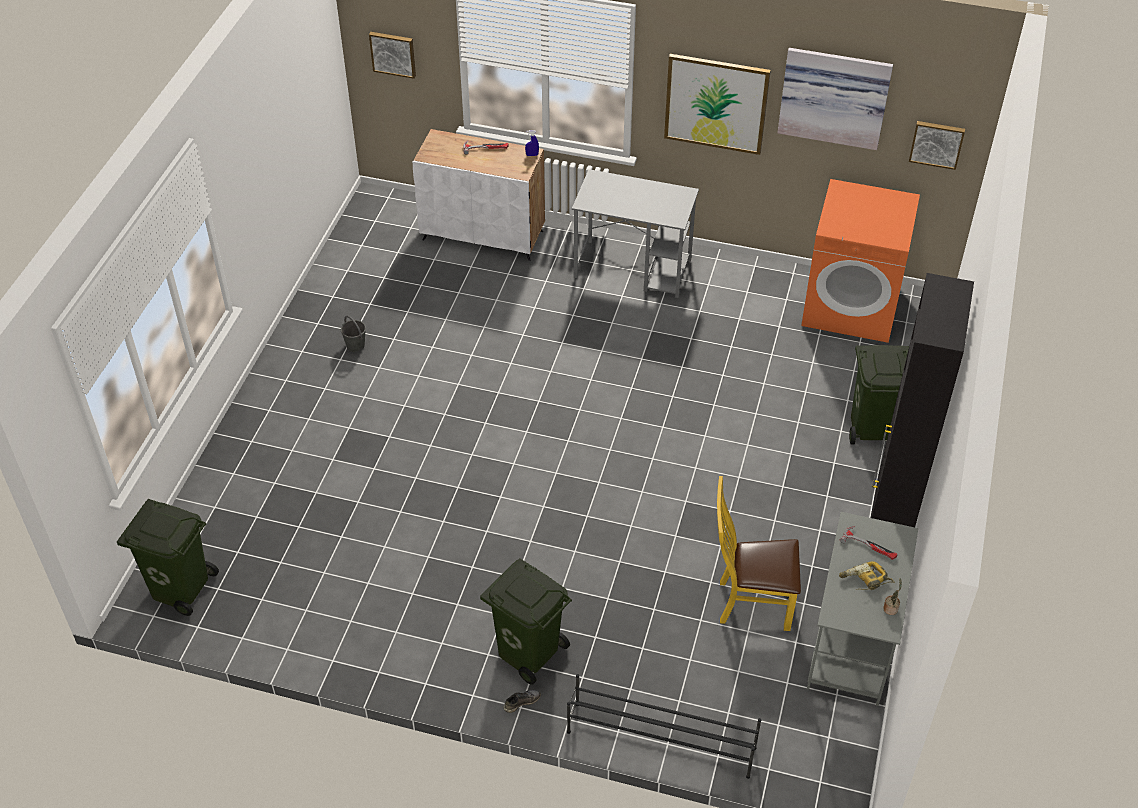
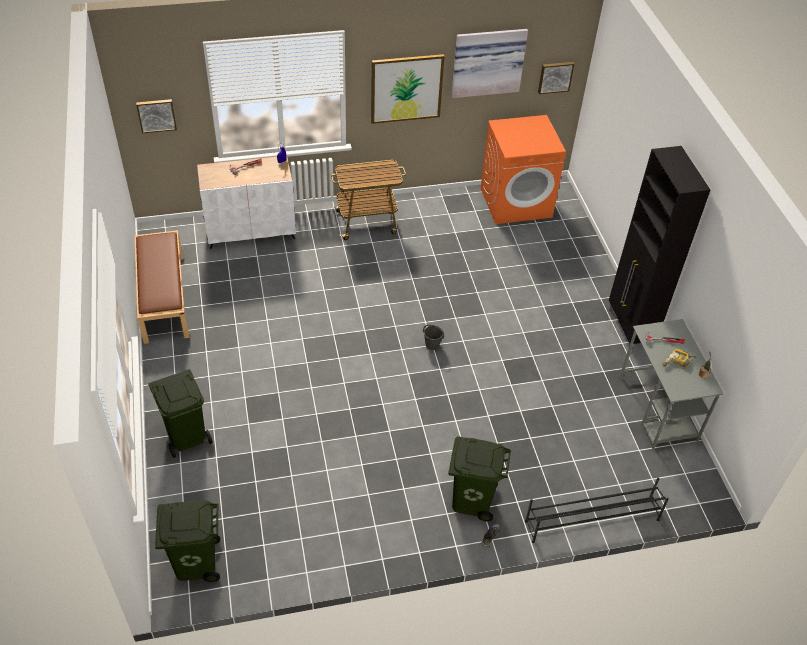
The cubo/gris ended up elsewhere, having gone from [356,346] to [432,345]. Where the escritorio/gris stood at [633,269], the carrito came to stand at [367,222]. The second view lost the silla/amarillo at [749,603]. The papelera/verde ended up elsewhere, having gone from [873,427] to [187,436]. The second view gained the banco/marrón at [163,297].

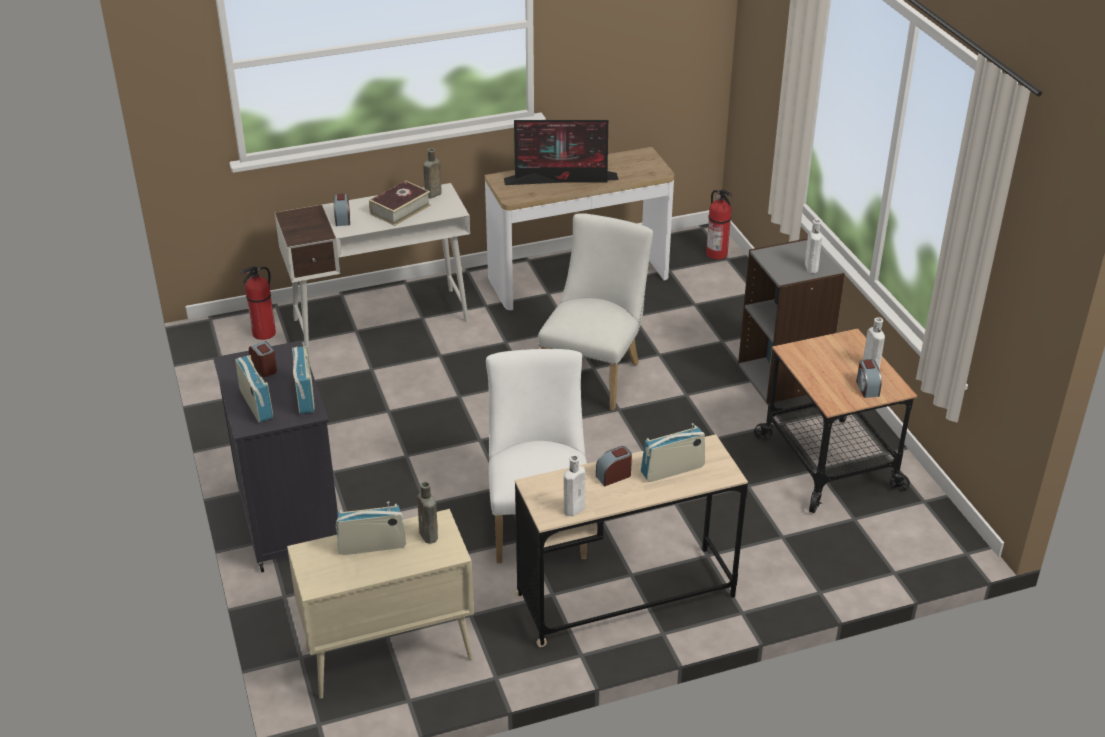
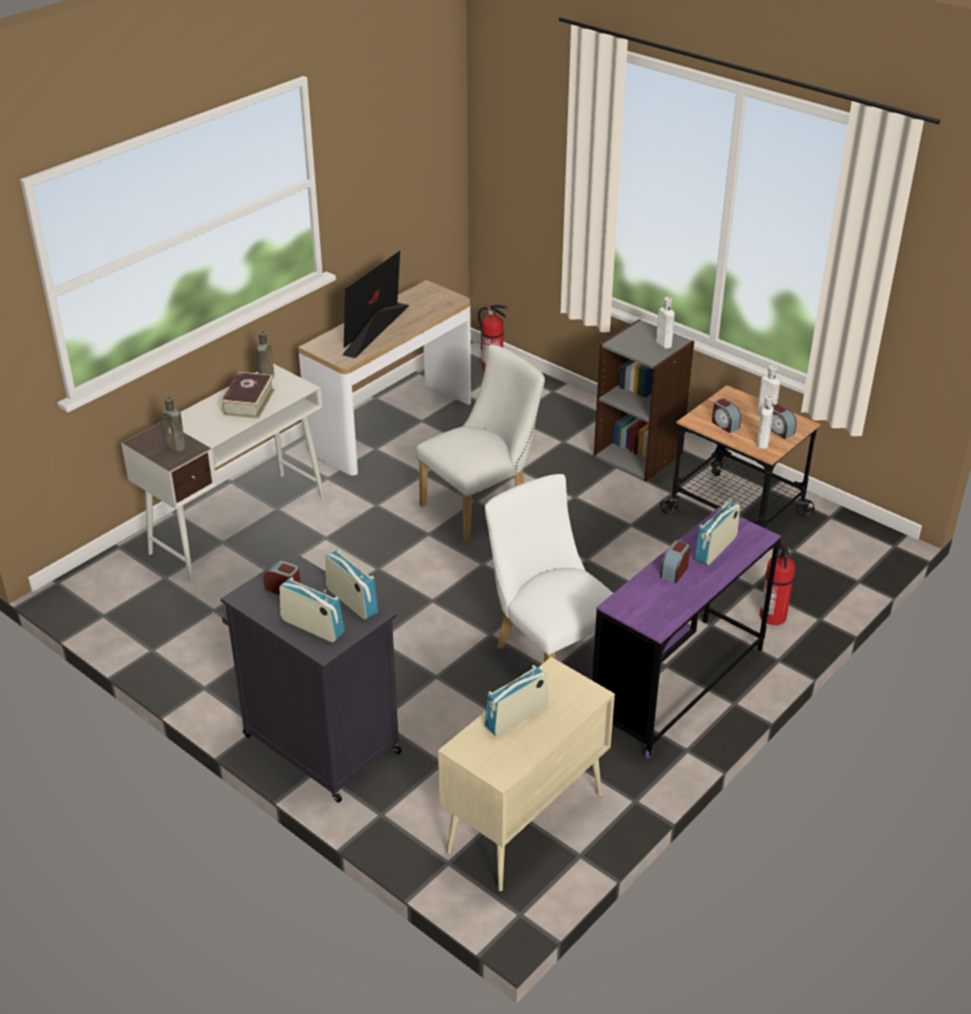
The extintor ended up elsewhere, having gone from [263,333] to [773,617]. The despertador ended up elsewhere, having gone from [342,219] to [724,425]. The botella/marrón ended up elsewhere, having gone from [429,536] to [177,447]. The monitor at [563,179] ended up facing another way, 150 degrees clockwise from before. What was the escritorio/beis at [625,596] turned into the escritorio/morado at [678,685]. The silla/blanco at [595,374] ended up facing another way, 60 degrees clockwise from before. The botella/blanco ended up elsewhere, having gone from [575,508] to [762,442].

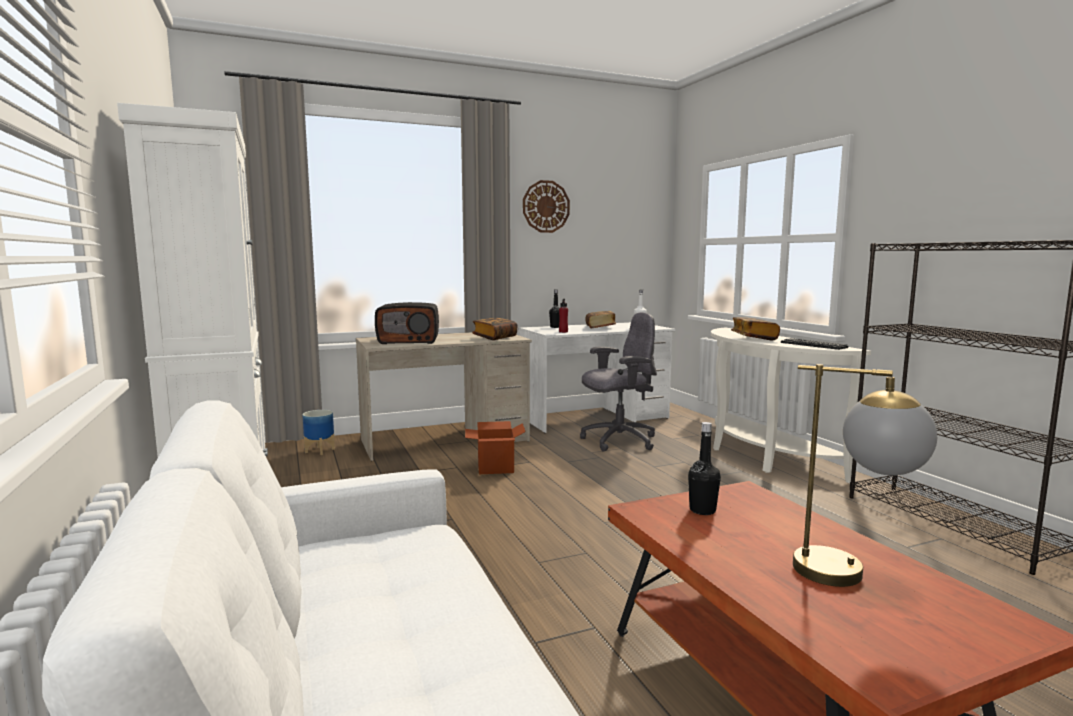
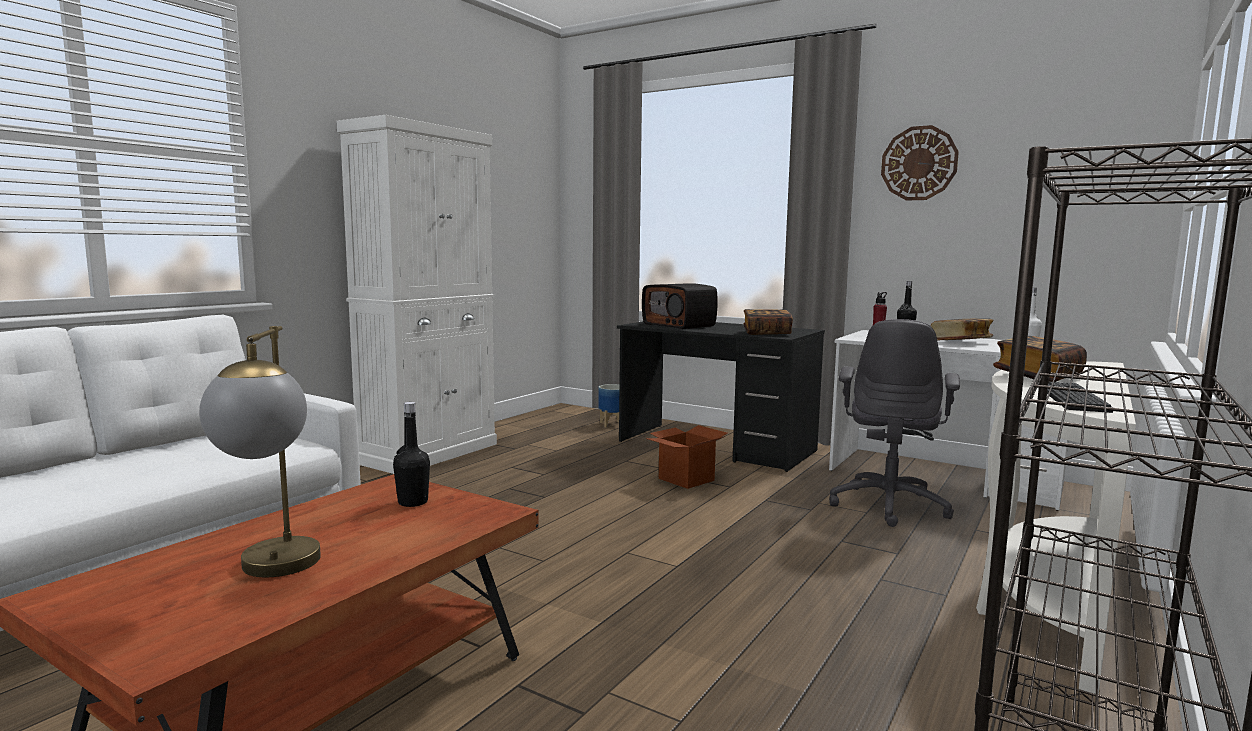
What was the escritorio/beis at [445,441] turned into the escritorio/negro at [716,446]. The silla de oficina/gris at [618,441] ended up facing another way, 75 degrees clockwise from before.

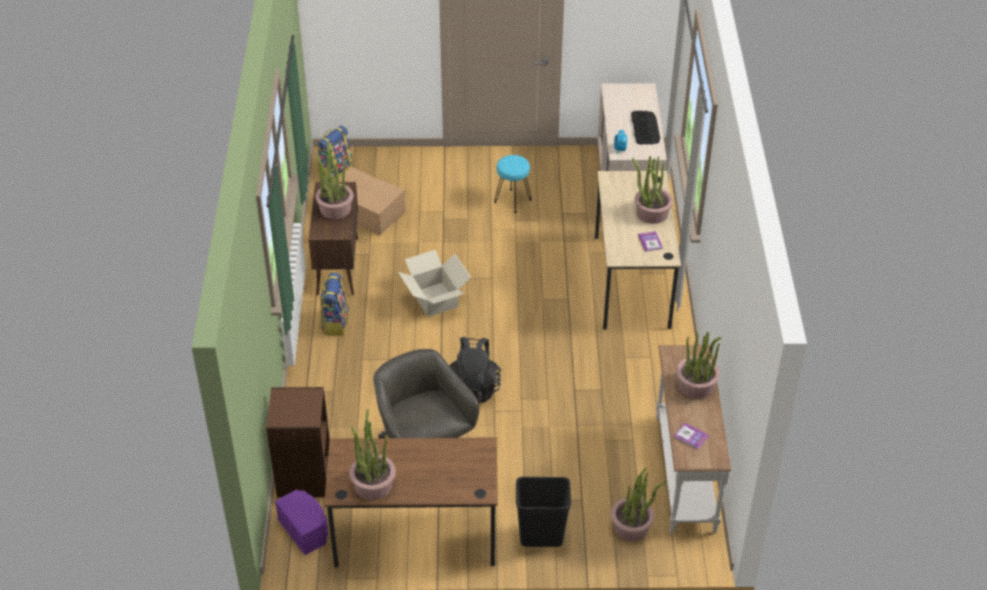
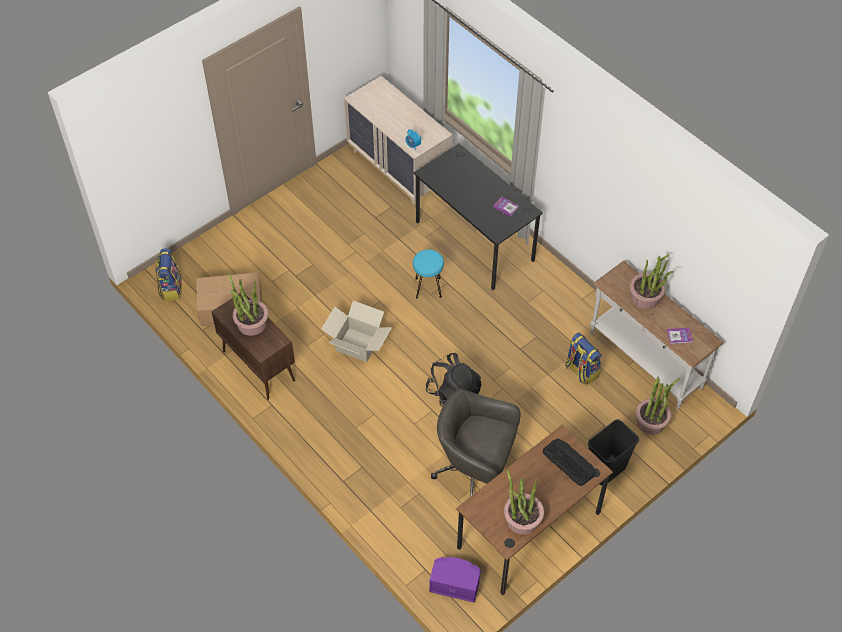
The second view lost the estantería/marrón at [303,476]. The mochila ended up elsewhere, having gone from [335,323] to [581,371]. The taburete/turquesa ended up elsewhere, having gone from [512,200] to [427,287]. What was the escritorio/beis at [631,281] turned into the escritorio/negro at [474,241]. The teclado ended up elsewhere, having gone from [645,128] to [569,462]. The second view lost the planta en maceta at [651,213].

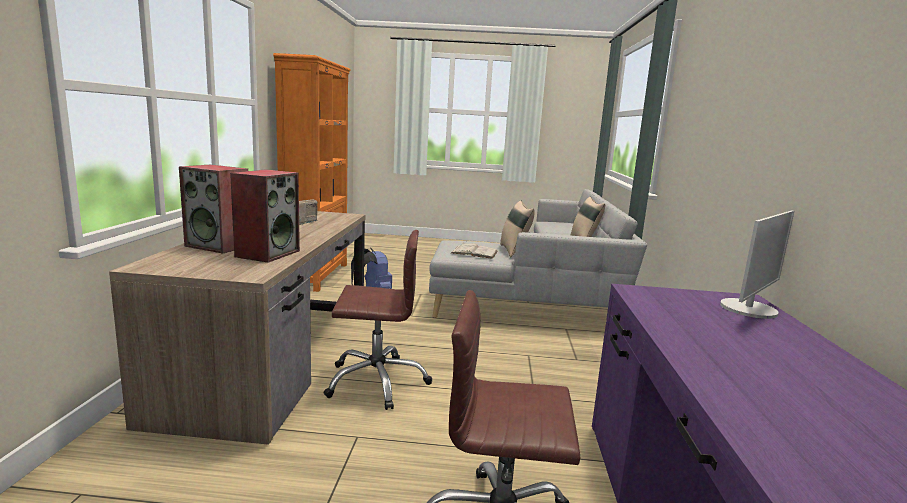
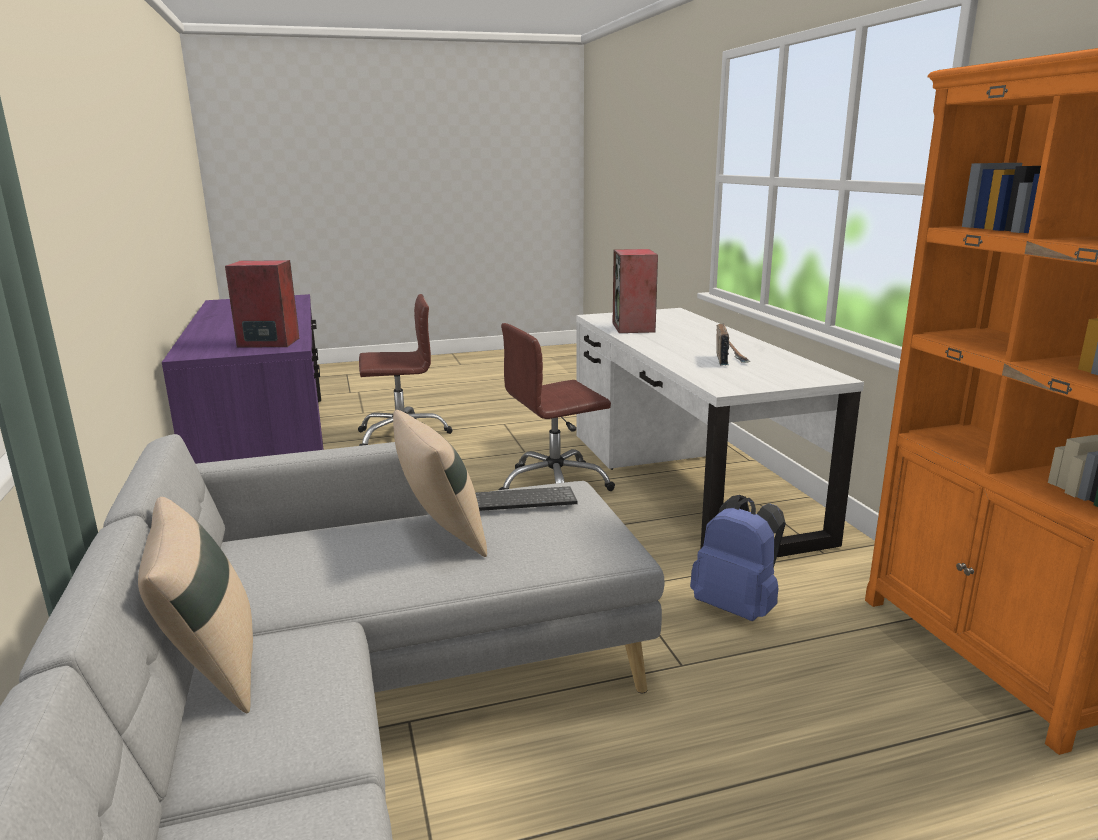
What was the escritorio/marrón at [275,356] turned into the escritorio/blanco at [687,483]. The altavoz ended up elsewhere, having gone from [219,246] to [267,343]. Where the libro/blanco stood at [474,252], the teclado came to stand at [522,502]. The second view lost the monitor at [749,309].

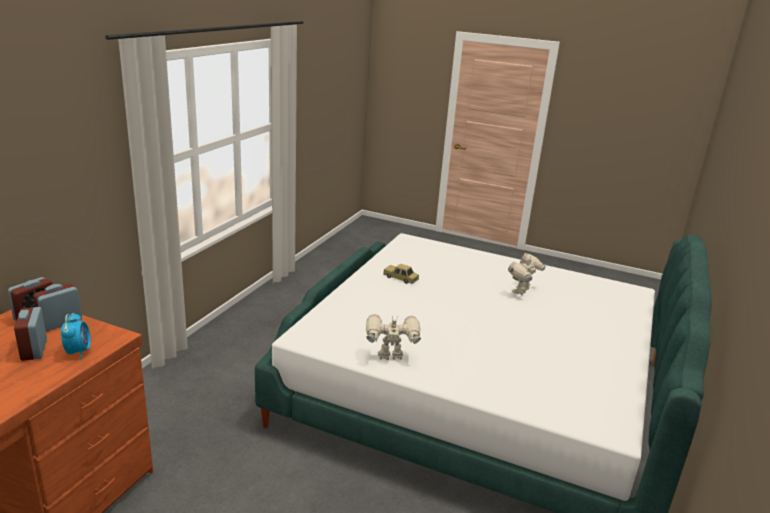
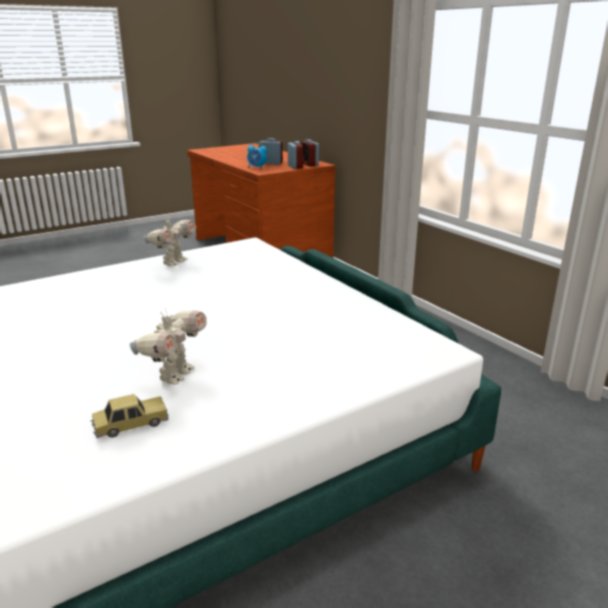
The coche de juguete ended up elsewhere, having gone from [400,278] to [130,424]. The robot de juguete at [522,291] ended up facing another way, 45 degrees clockwise from before.

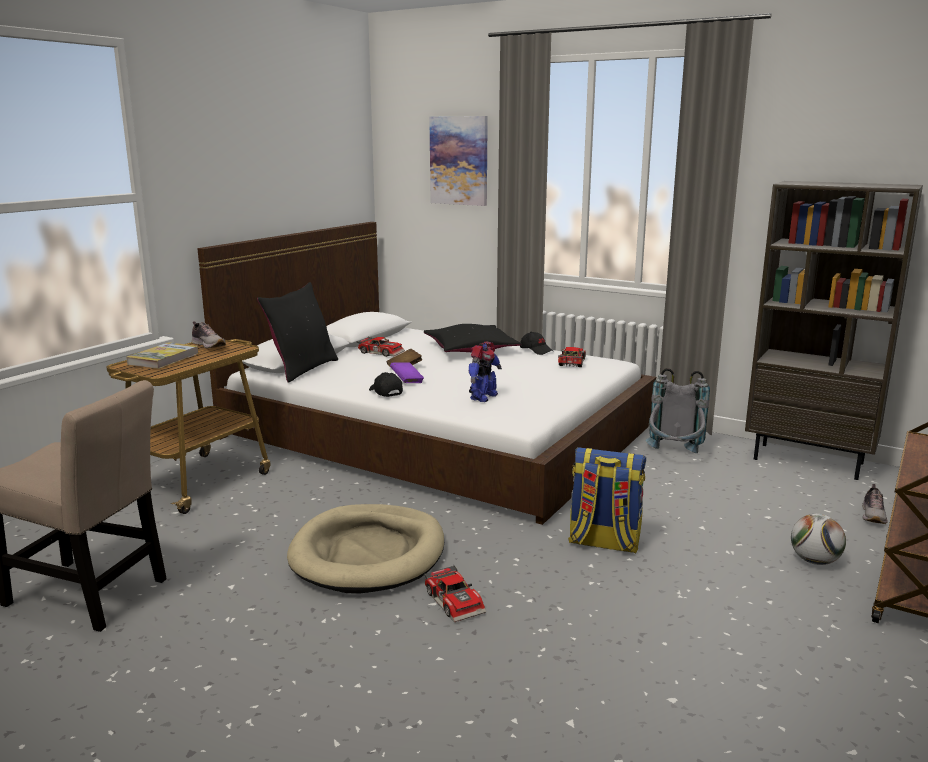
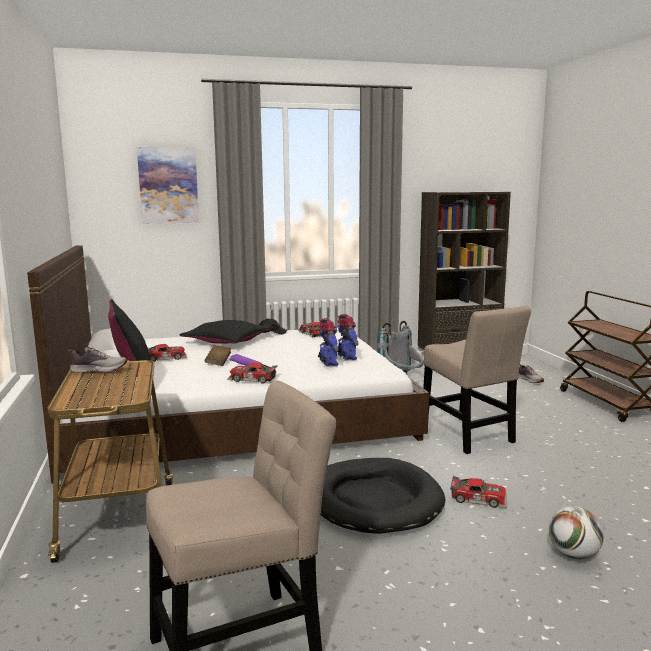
The second view lost the libro at [164,359]. What was the cama para perro/beis at [368,553] turned into the cama para perro/negro at [373,500]. Where the gorra/negro stood at [385,392], the coche de juguete came to stand at [252,379]. Where the mochila stood at [603,542], the silla/beis came to stand at [469,436]. The balón de fútbol ended up elsewhere, having gone from [814,561] to [573,555]. The second view gained the robot de juguete at [346,357].

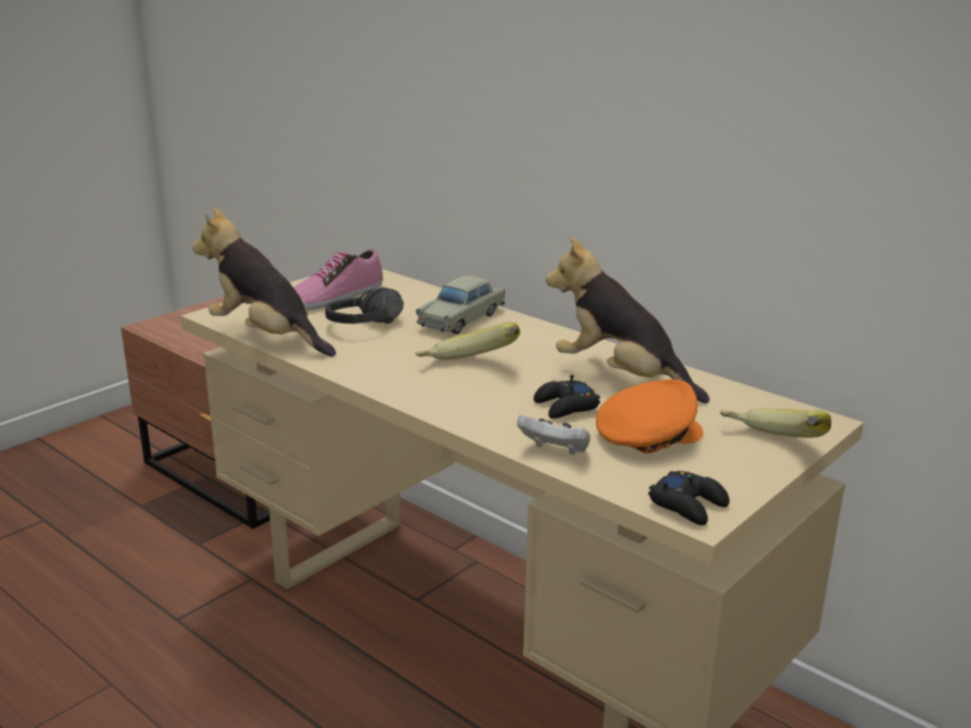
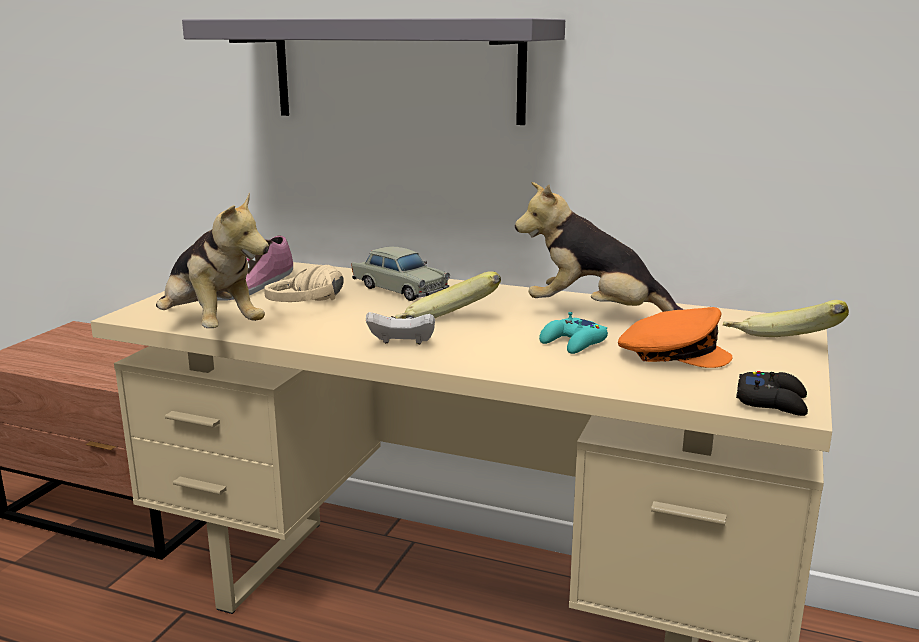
The peluche at [266,337] ended up facing another way, 150 degrees counterclockwise from before. What was the auriculares/negro at [371,328] turned into the auriculares/beis at [316,306]. The coche de juguete/beis at [462,319] ended up facing another way, 60 degrees counterclockwise from before. The mando de consola/blanco ended up elsewhere, having gone from [555,452] to [402,344]. What was the mando de consola/negro at [565,406] turned into the mando de consola/turquesa at [573,343]. The gorra/naranja at [647,436] ended up facing another way, 60 degrees clockwise from before. The second view gained the estante/gris at [396,70].

